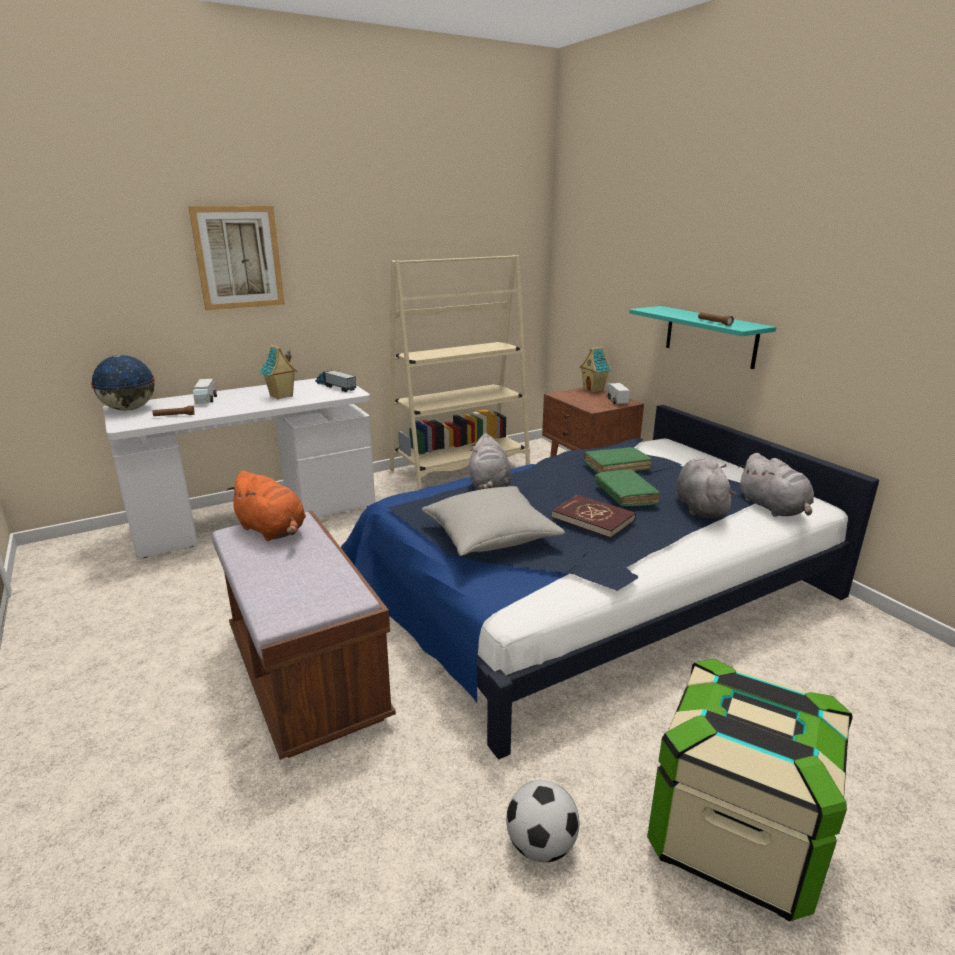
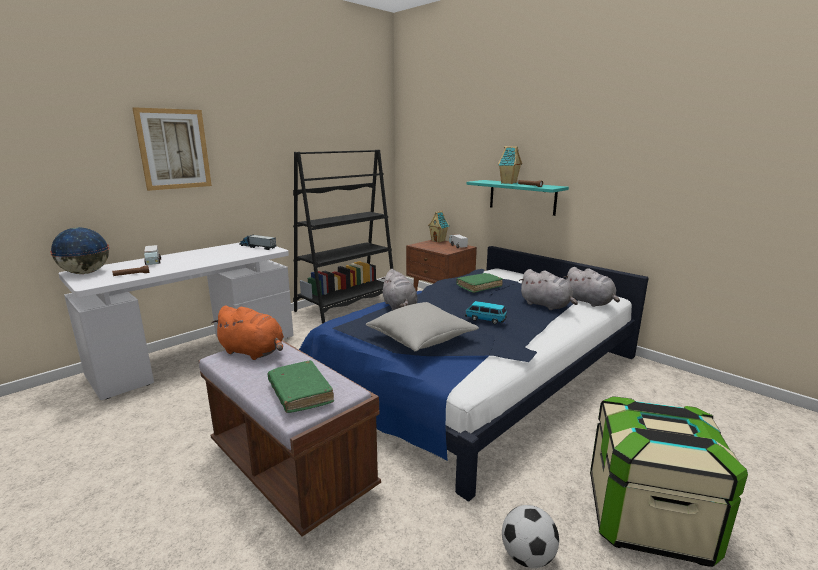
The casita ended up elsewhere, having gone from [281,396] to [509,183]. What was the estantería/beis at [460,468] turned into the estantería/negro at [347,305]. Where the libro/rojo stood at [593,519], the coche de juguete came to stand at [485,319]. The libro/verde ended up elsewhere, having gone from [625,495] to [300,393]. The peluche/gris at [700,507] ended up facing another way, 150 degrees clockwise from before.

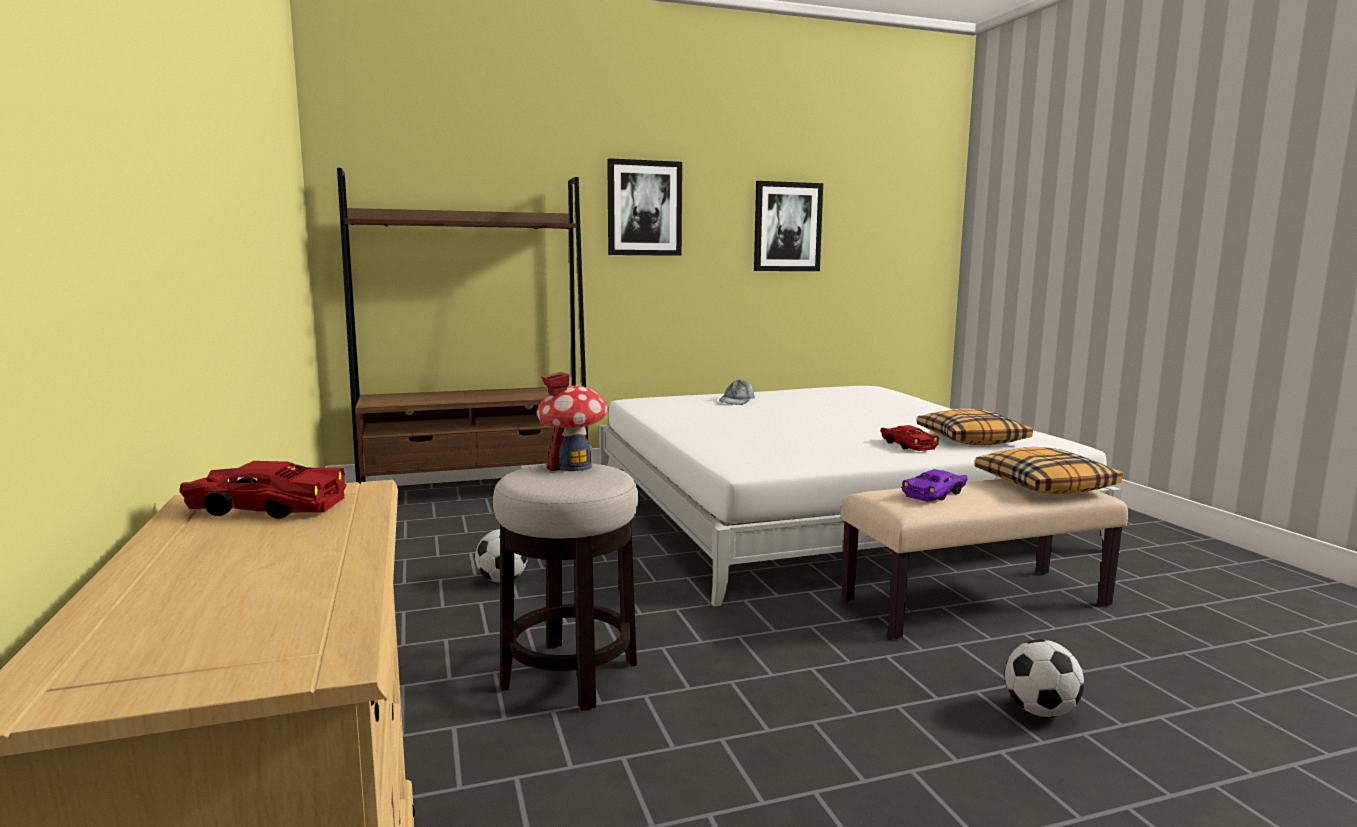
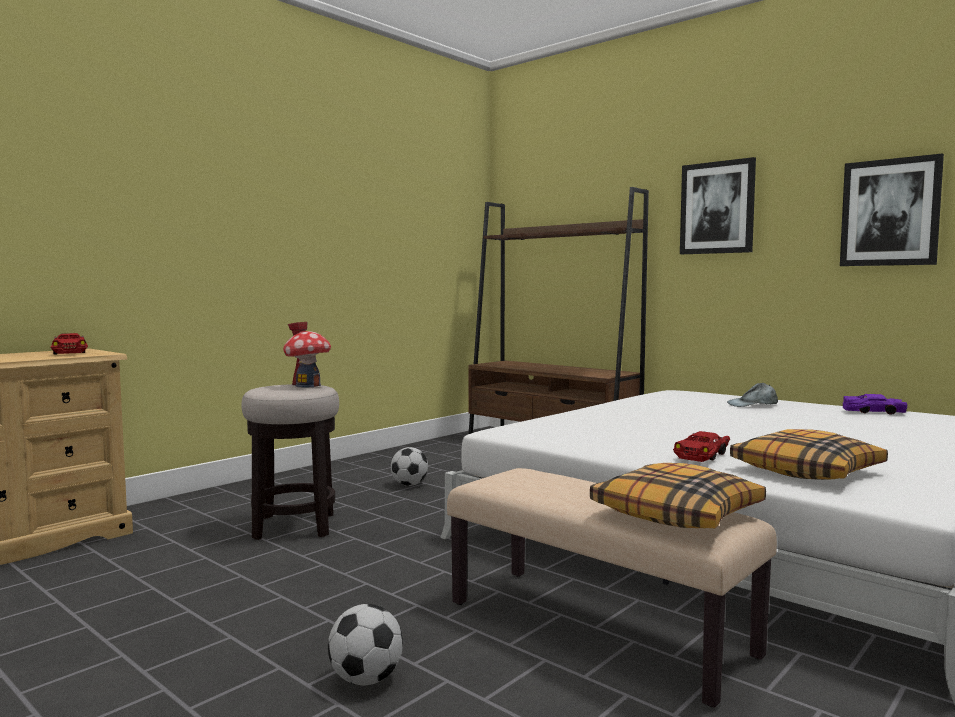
The coche de juguete/morado ended up elsewhere, having gone from [936,494] to [874,412].

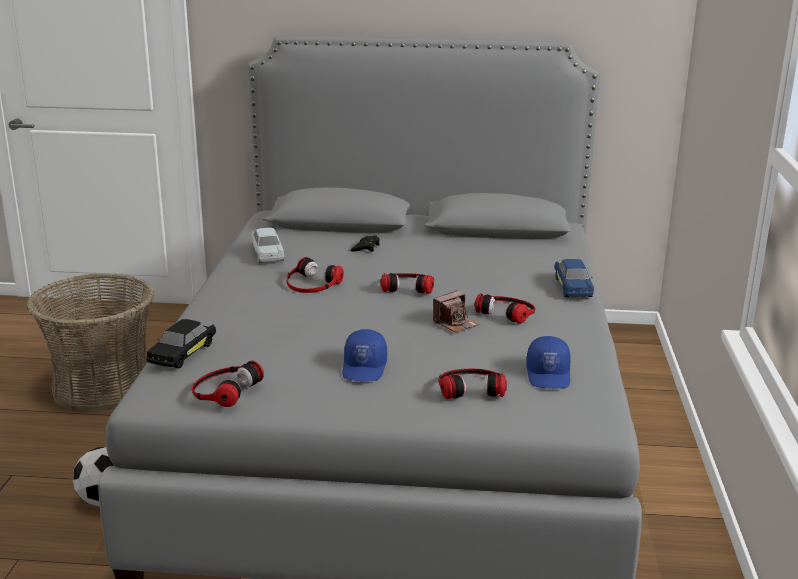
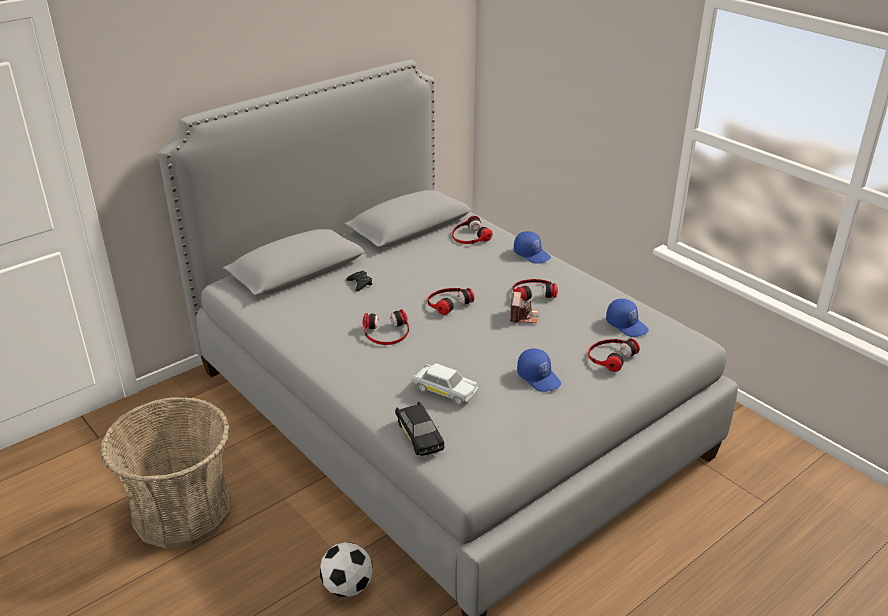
The auriculares ended up elsewhere, having gone from [224,390] to [469,236]. The coche de juguete/blanco ended up elsewhere, having gone from [267,254] to [444,390]. Where the coche de juguete/azul stood at [573,287], the gorra/azul came to stand at [532,254].

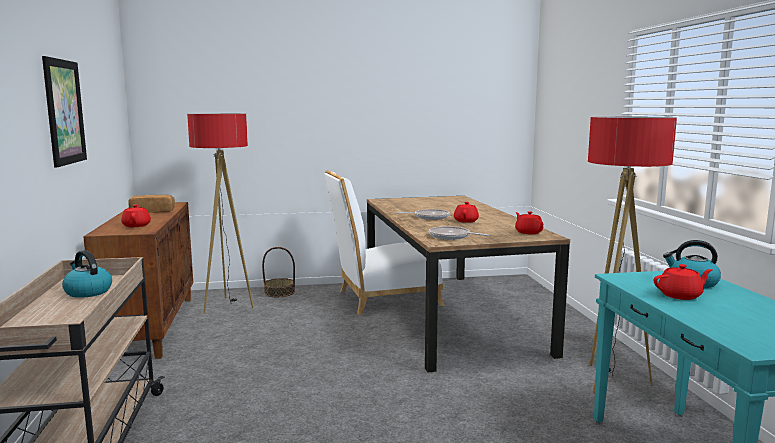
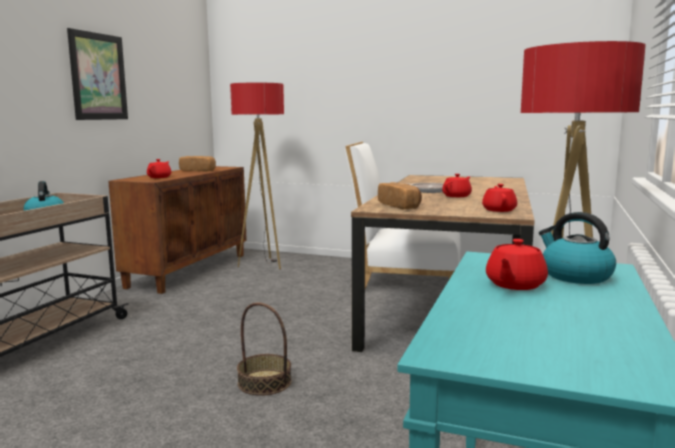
The cesta ended up elsewhere, having gone from [279,292] to [264,382]. Where the sartén stood at [451,237], the pan came to stand at [400,206]. The tetera/rojo at [680,295] ended up facing another way, 105 degrees clockwise from before.

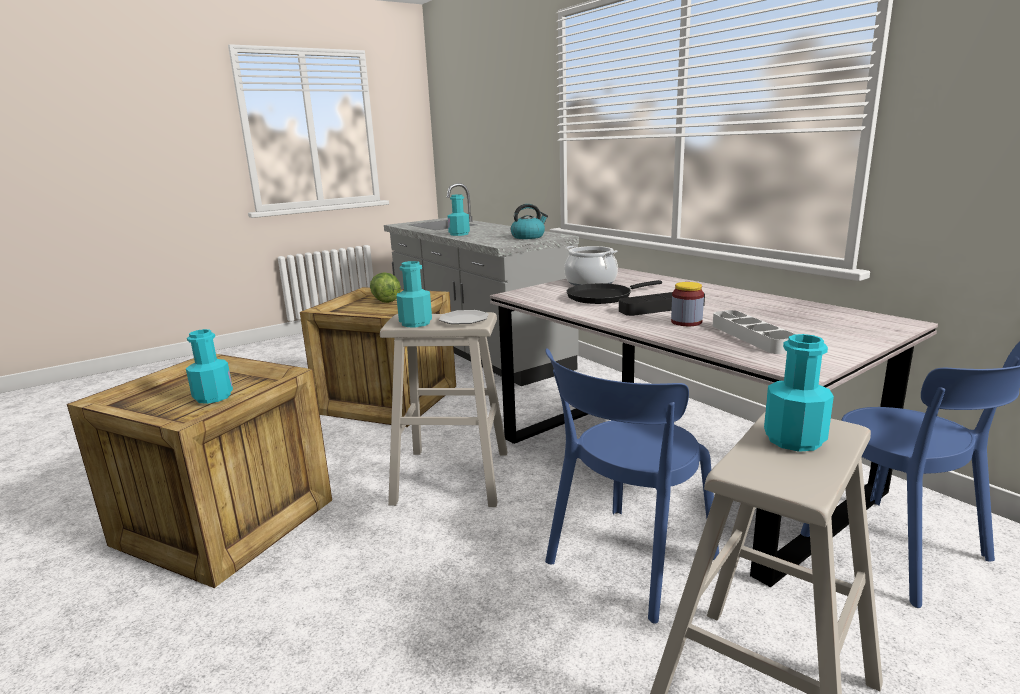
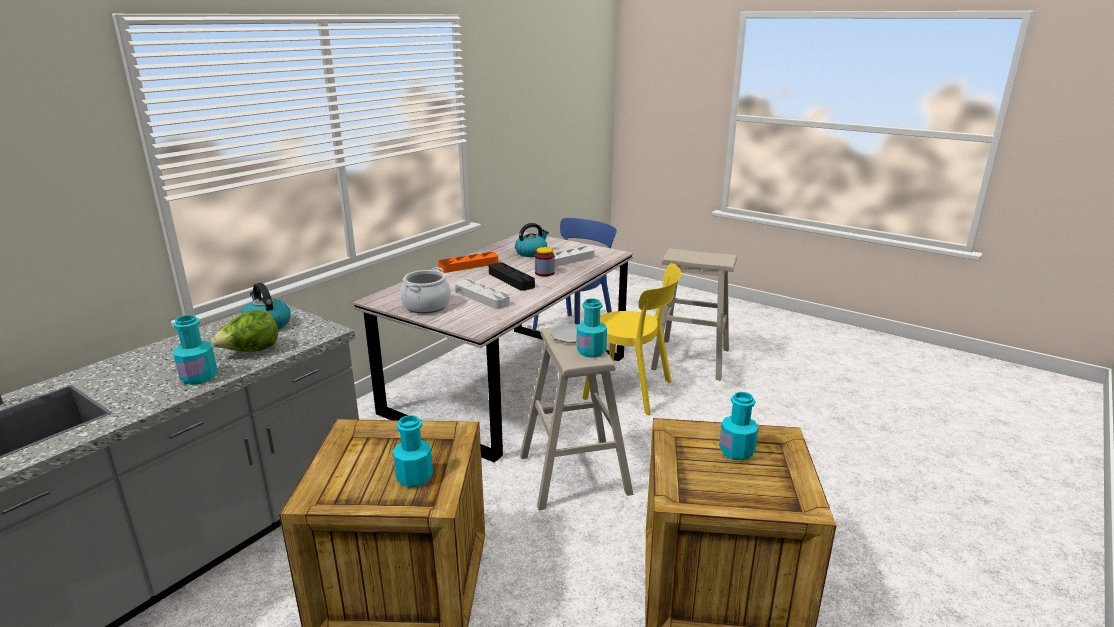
The lechuga ended up elsewhere, having gone from [386,301] to [251,351]. What was the silla/azul at [627,564] turned into the silla/amarillo at [632,391]. Where the sartén/negro stood at [603,297], the bandeja/gris came to stand at [482,297]. The botella/turquesa ended up elsewhere, having gone from [794,439] to [414,477]. The second view gained the bandeja/naranja at [468,265]. The second view gained the hervidor at [531,253].

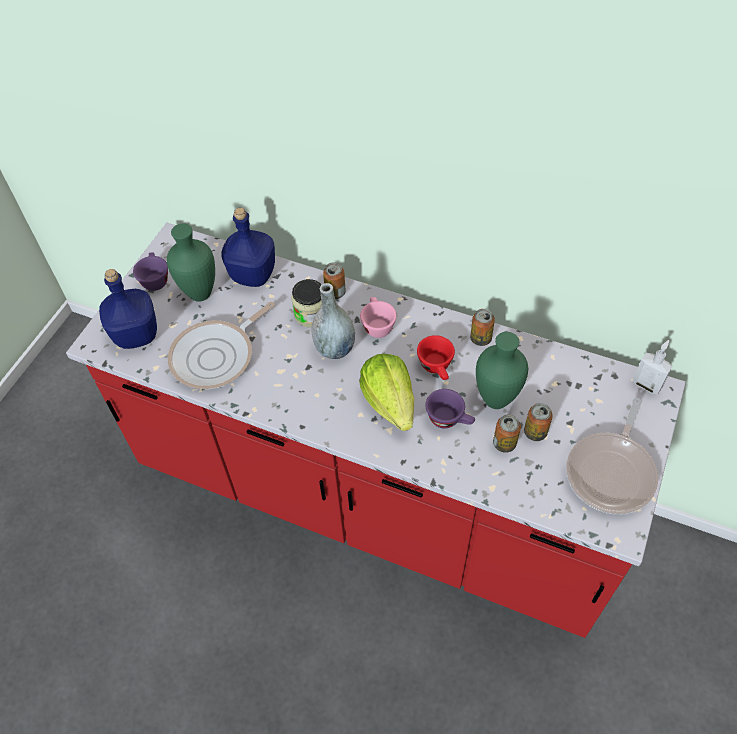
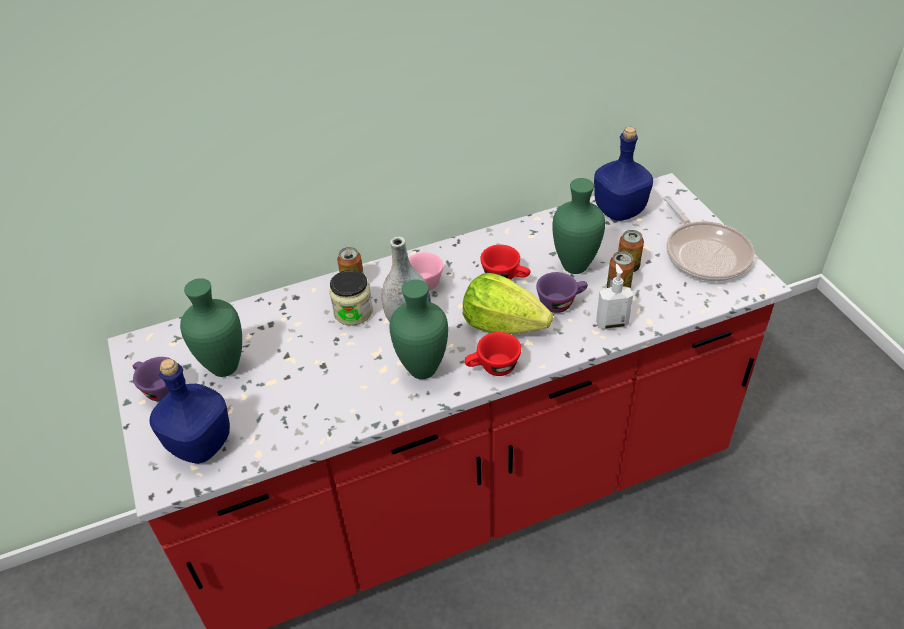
The second view lost the sartén at [217,356]. The botella/azul ended up elsewhere, having gone from [252,275] to [618,211]. The second view lost the lata at [480,338]. The dispensador de jabón ended up elsewhere, having gone from [647,384] to [611,323]. The second view gained the florero/verde at [422,369]. The second view gained the taza/rojo at [492,368].

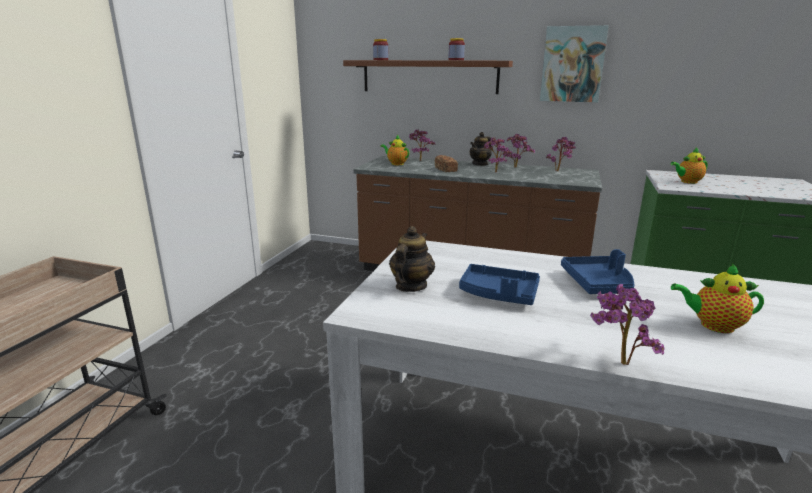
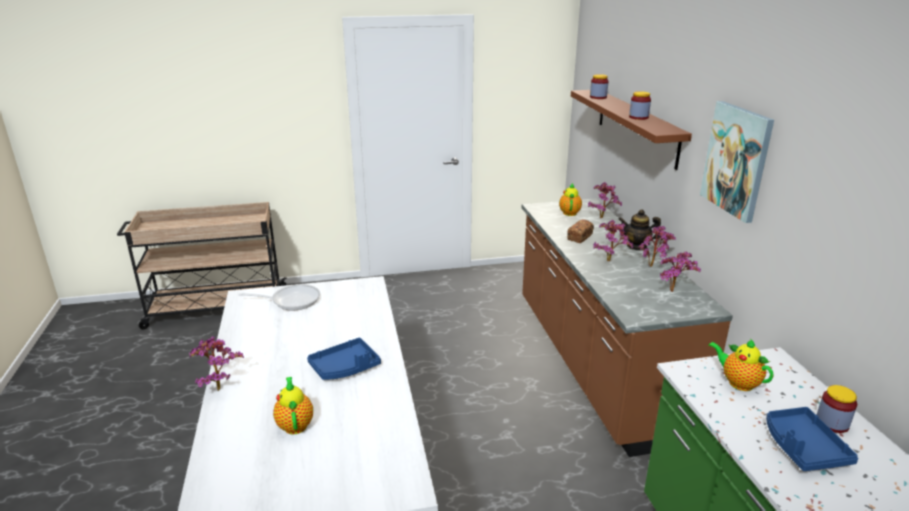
Where the tetera stood at [410,286], the sartén came to stand at [291,300]. The bandeja/azul ended up elsewhere, having gone from [498,294] to [802,447]. The second view gained the tarro at [832,423].

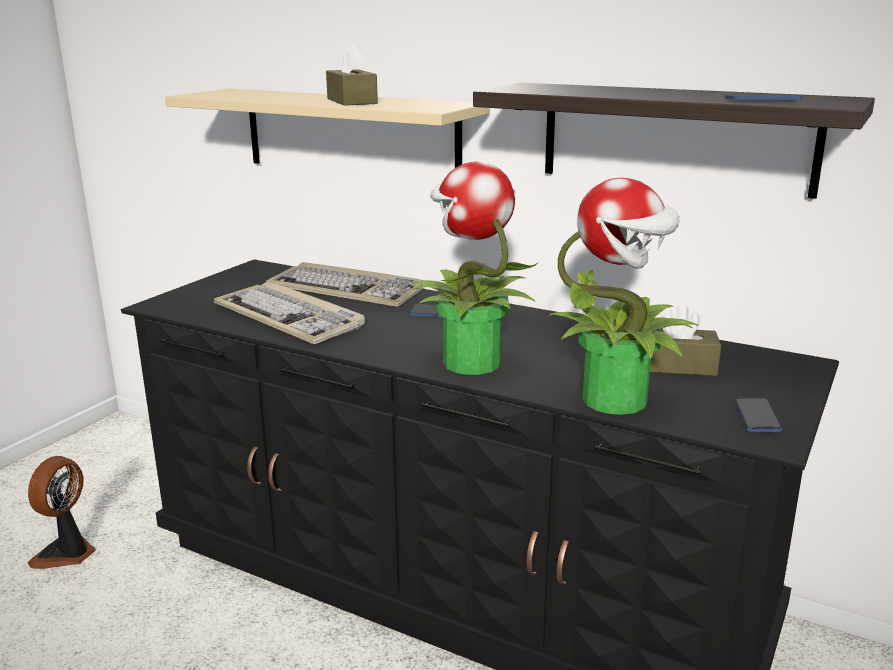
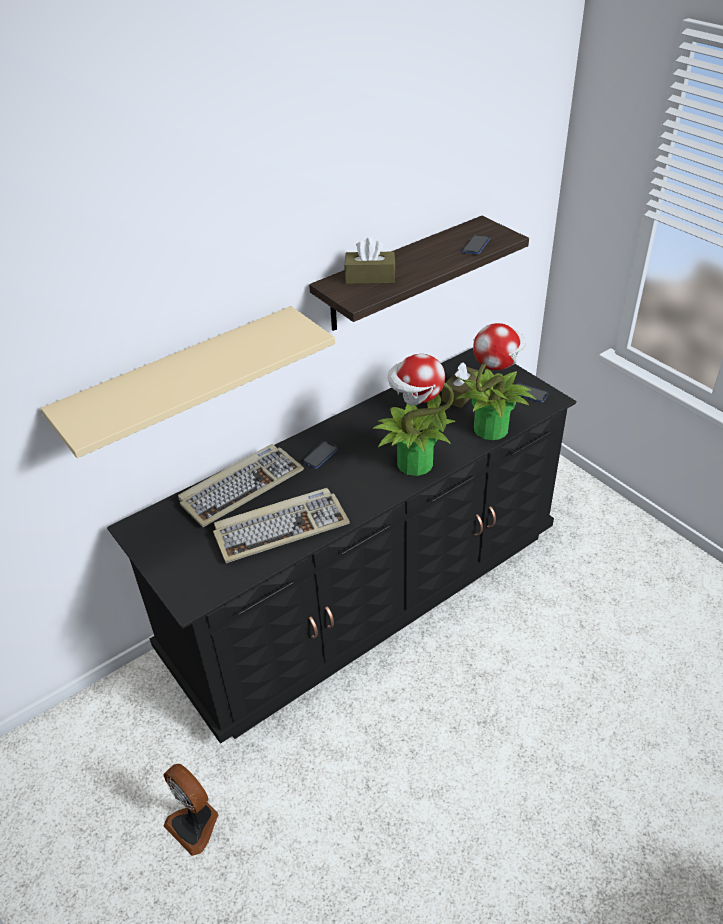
The caja de pañuelos/marrón ended up elsewhere, having gone from [352,101] to [370,277].

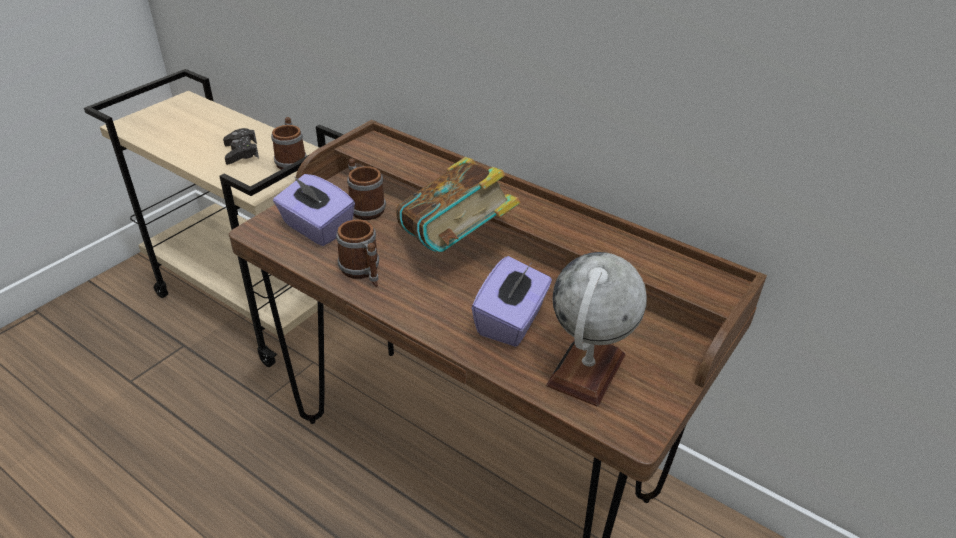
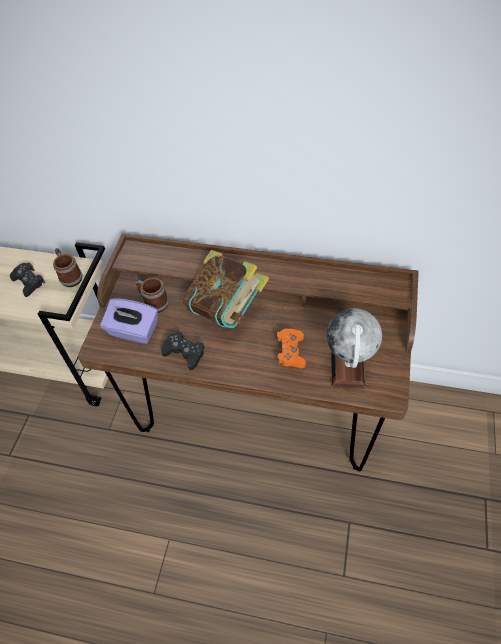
Where the taza grande stood at [363,272], the mando de consola/negro came to stand at [184,353]. Where the caja de pañuelos/morado stood at [511,321], the mando de consola/naranja came to stand at [290,352].

